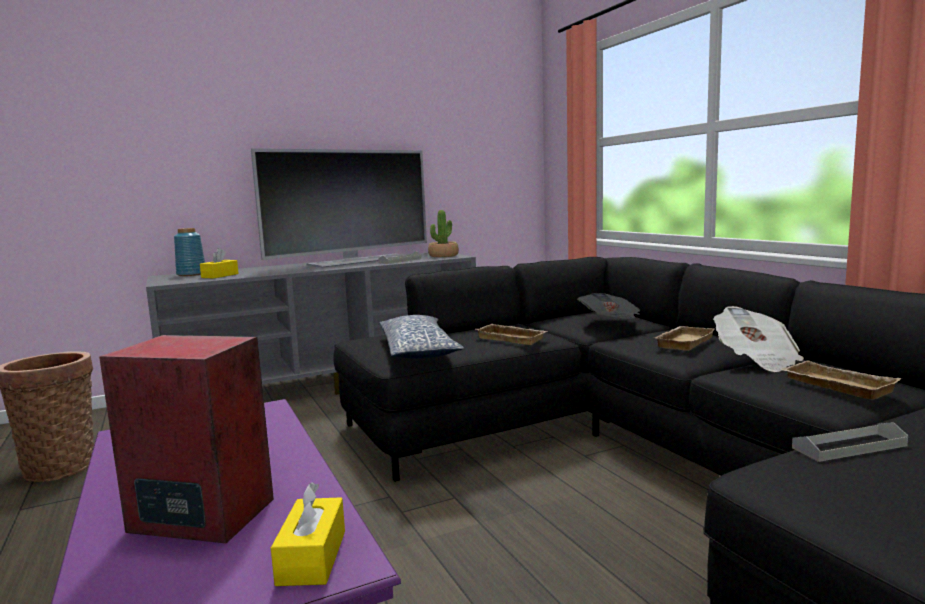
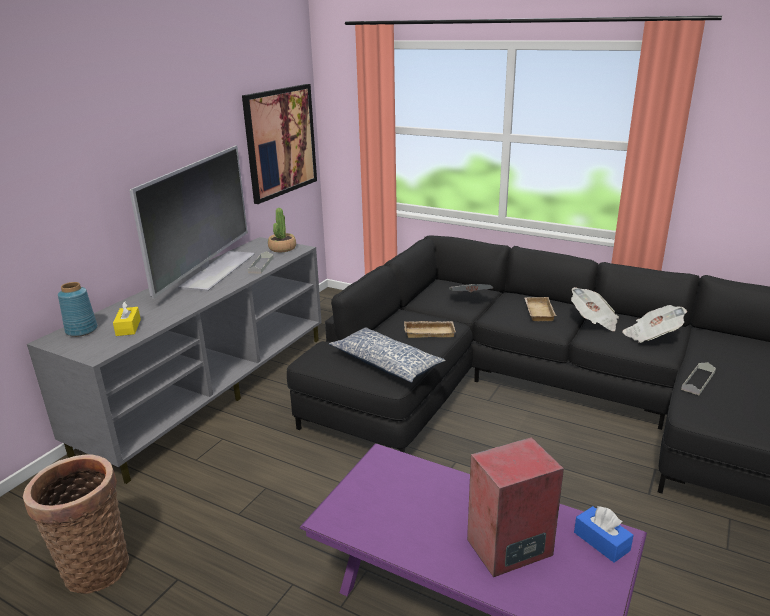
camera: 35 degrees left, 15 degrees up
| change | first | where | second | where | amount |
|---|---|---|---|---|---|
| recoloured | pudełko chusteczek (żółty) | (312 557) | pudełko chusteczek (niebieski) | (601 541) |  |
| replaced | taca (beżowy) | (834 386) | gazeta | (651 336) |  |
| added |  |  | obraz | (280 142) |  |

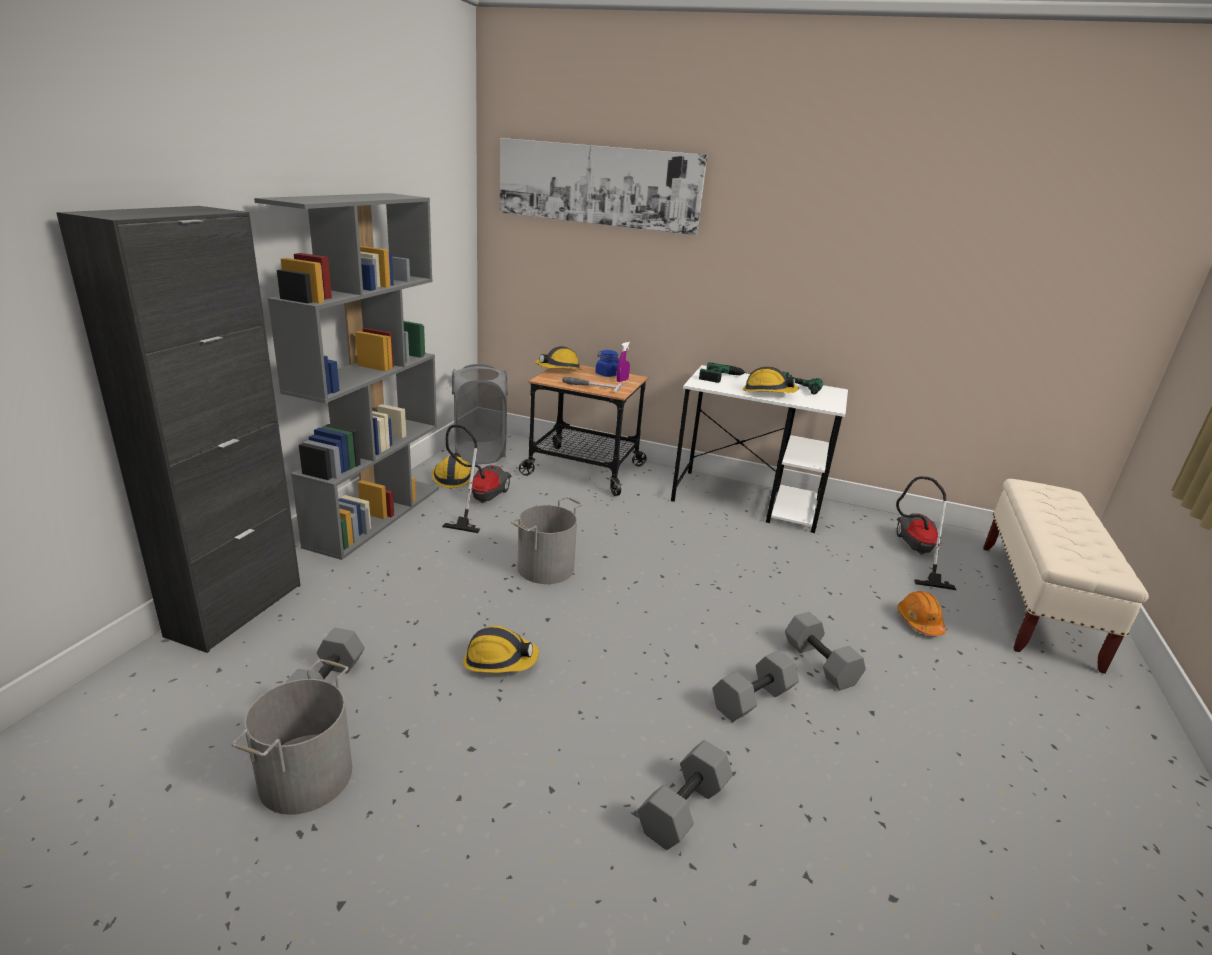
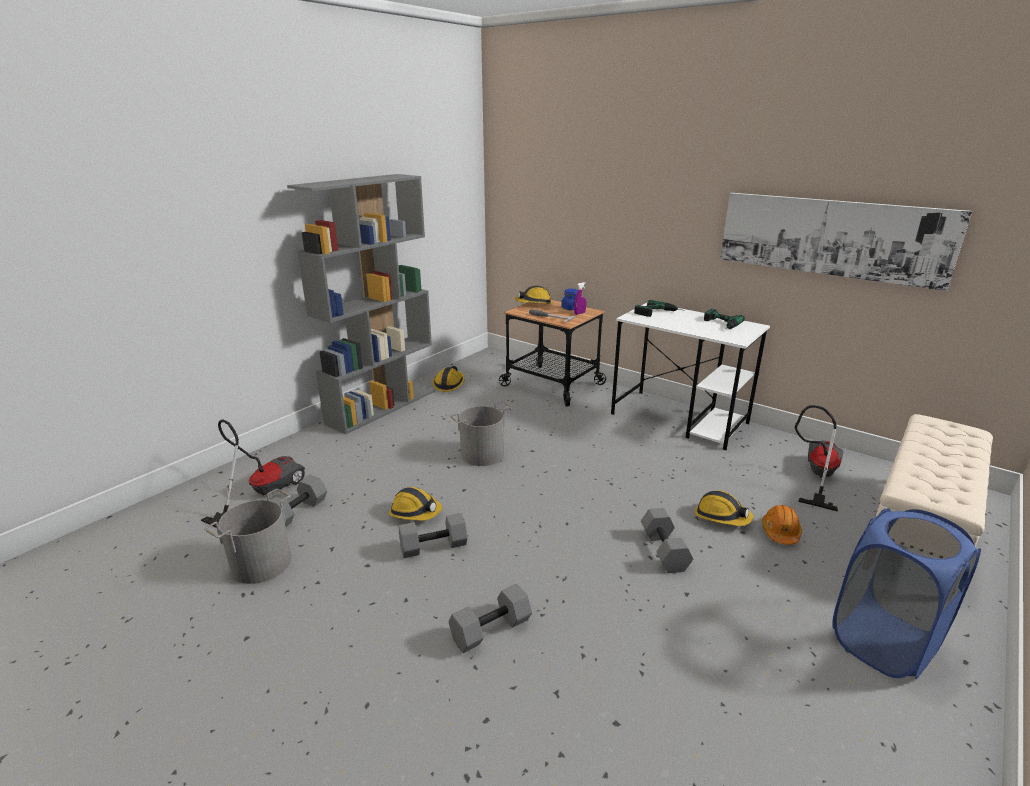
camera: 20 degrees right, 0 degrees up
| change | first | where | second | where | amount |
|---|---|---|---|---|---|
| removed | szafka (czarny) | (236 609) |  |  |  |
| moved | odkurzacz | (479 501) |  | (262 492) |  |
| removed | kosz na pranie (szary) | (480 453) |  |  |  |
| moved | obraz | (598 185) |  | (831 237) |  |
| moved | hantel (szary) | (752 698) |  | (434 546) |  |
| moved | kask | (768 392) |  | (721 517) |  |
| added |  |  | kosz na pranie (niebieski) | (884 642) |  |

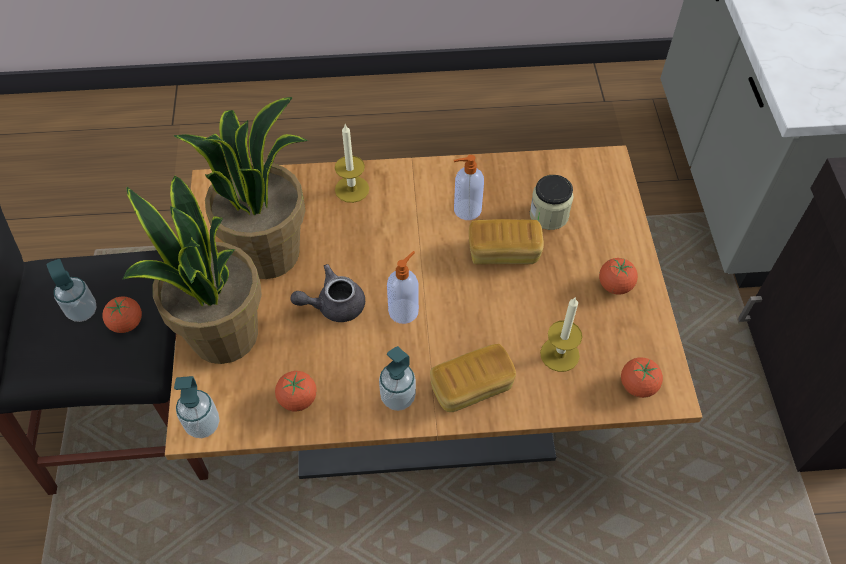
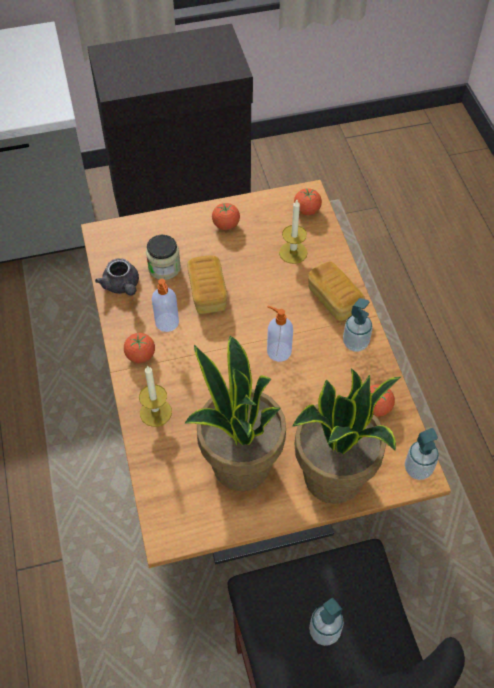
camera: 100 degrees left, 0 degrees up
| change | first | where | second | where | amount |
|---|---|---|---|---|---|
| moved | pomidor | (127 323) |  | (140 356) |  |
| moved | imbryk (szary) | (333 305) |  | (122 286) |  |

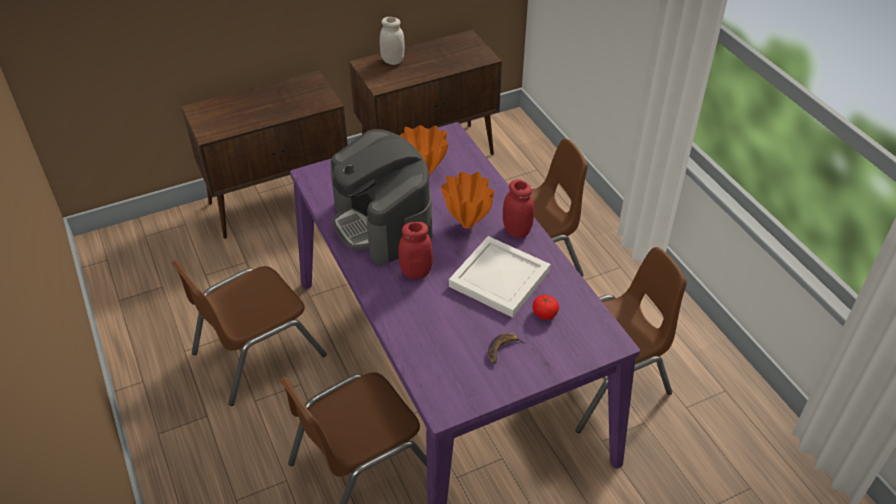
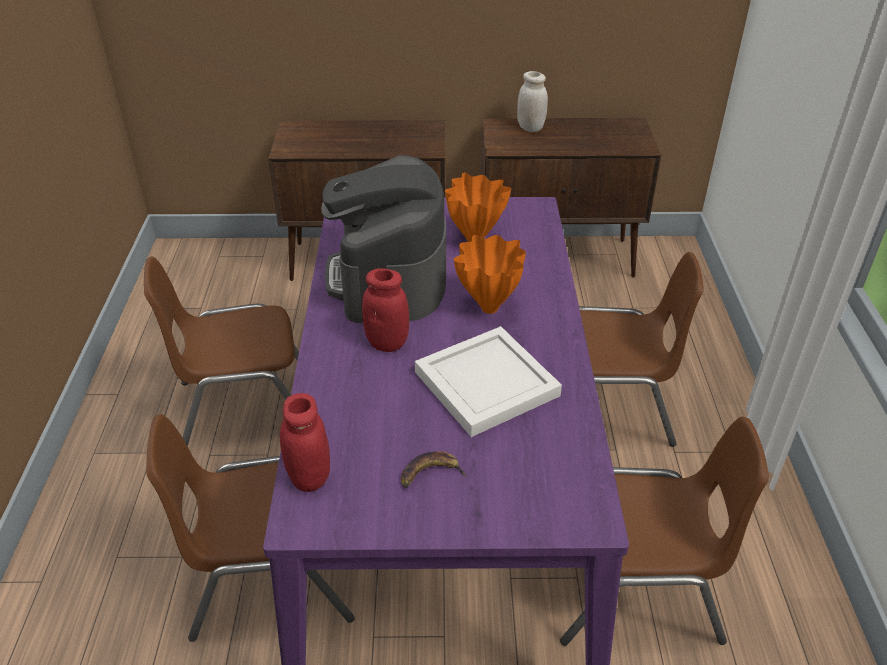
camera: 25 degrees right, 5 degrees down
| change | first | where | second | where | amount |
|---|---|---|---|---|---|
| moved | słoik (czerwony) | (516 231) |  | (309 477) |  |
| removed | pomidor | (544 314) |  |  |  |

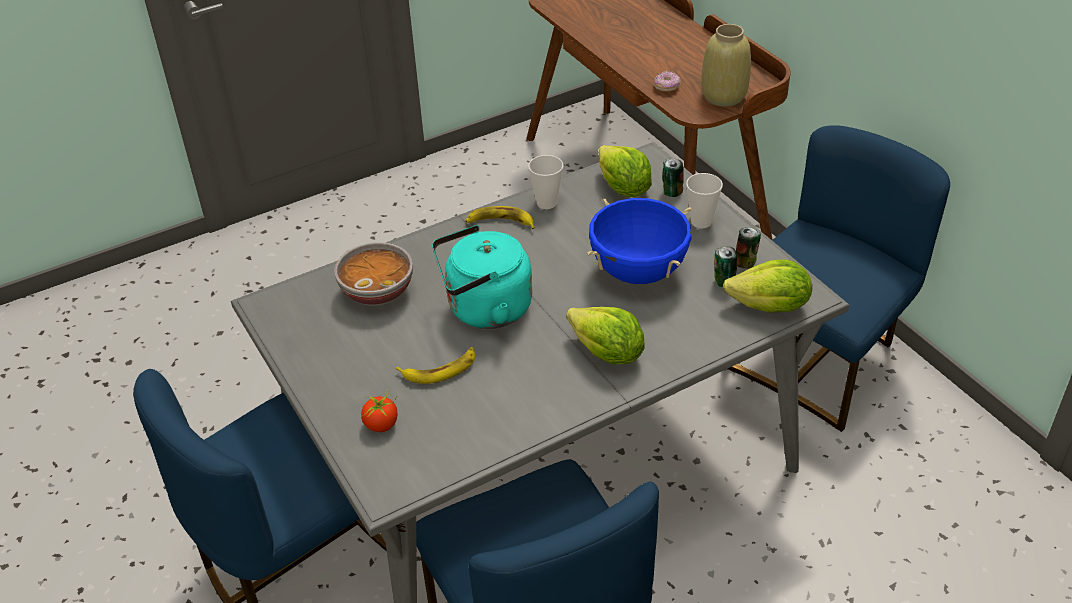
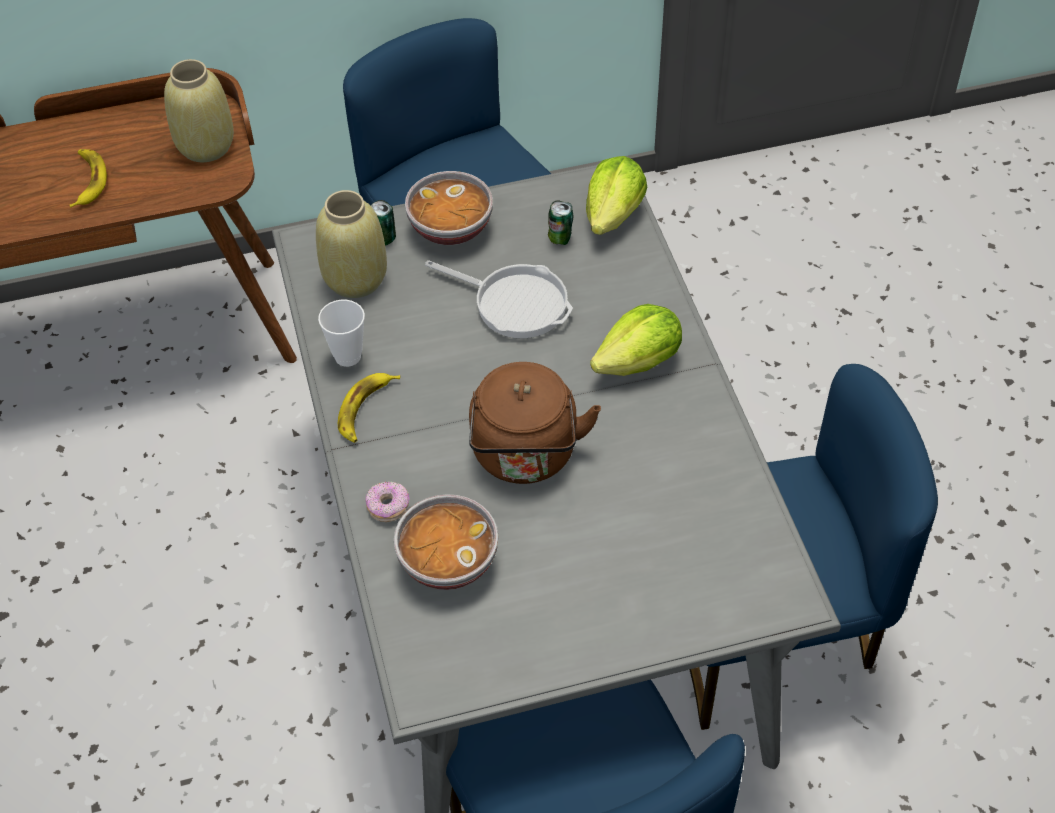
camera: 75 degrees left, 10 degrees up
| change | first | where | second | where | amount |
|---|---|---|---|---|---|
| removed | pomidor | (381 424) |  |  |  |
| moved | banan | (440 369) |  | (88 180) |  |
| recoloured | czajnik (turkusowy) | (484 310) | czajnik (brązowy) | (525 456) |  |
| replaced | garnek (niebieski) | (638 272) | patelnia | (515 303) |  |
| replaced | sałata | (623 189) | wazon (beżowy) | (356 279) |  |
| moved | donut | (667 87) |  | (388 507) |  |
| replaced | filiżanka | (701 222) | miska | (451 228) |  |
| removed | puszka | (745 263) |  |  |  |

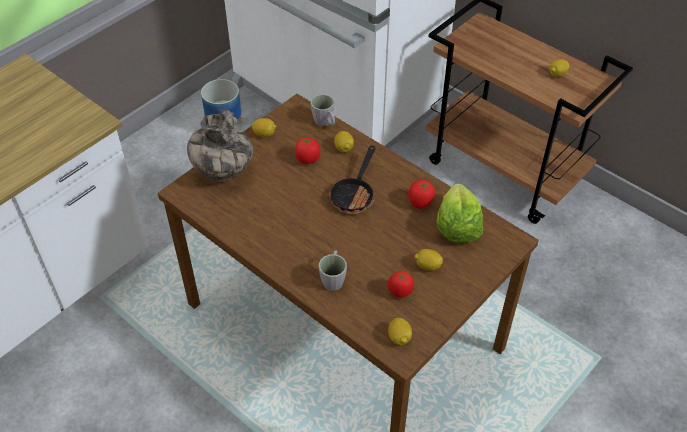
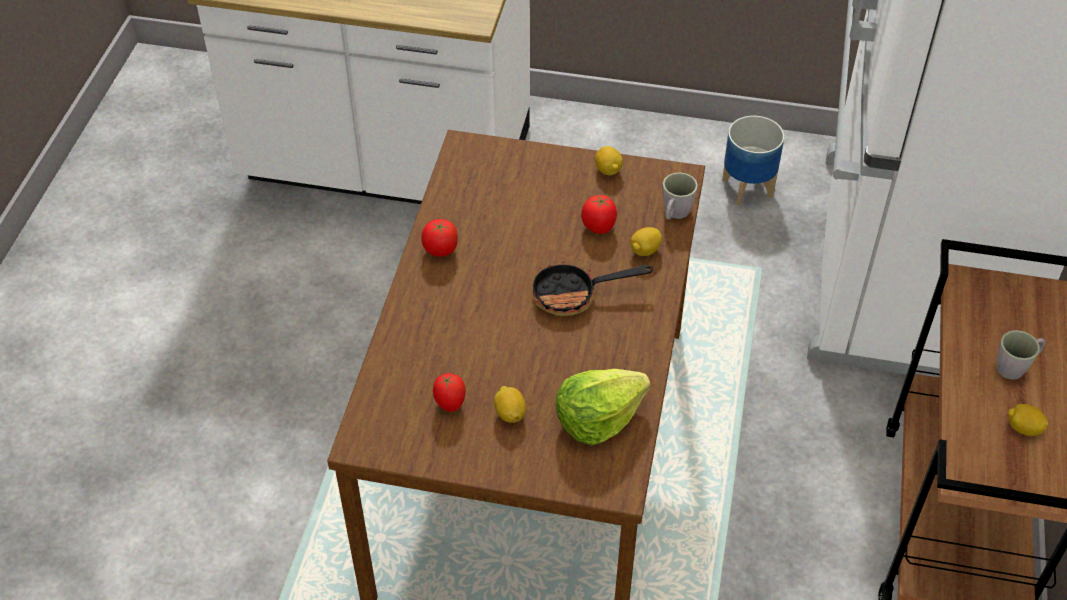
camera: 60 degrees right, 0 degrees up
| change | first | where | second | where | amount |
|---|---|---|---|---|---|
| removed | wazon | (222 172) |  |  |  |
| moved | kubek (szary) | (333 278) |  | (1016 366) |  |
| removed | cytryna | (399 338) |  |  |  |
| moved | pomidor | (420 203) |  | (440 250) |  |

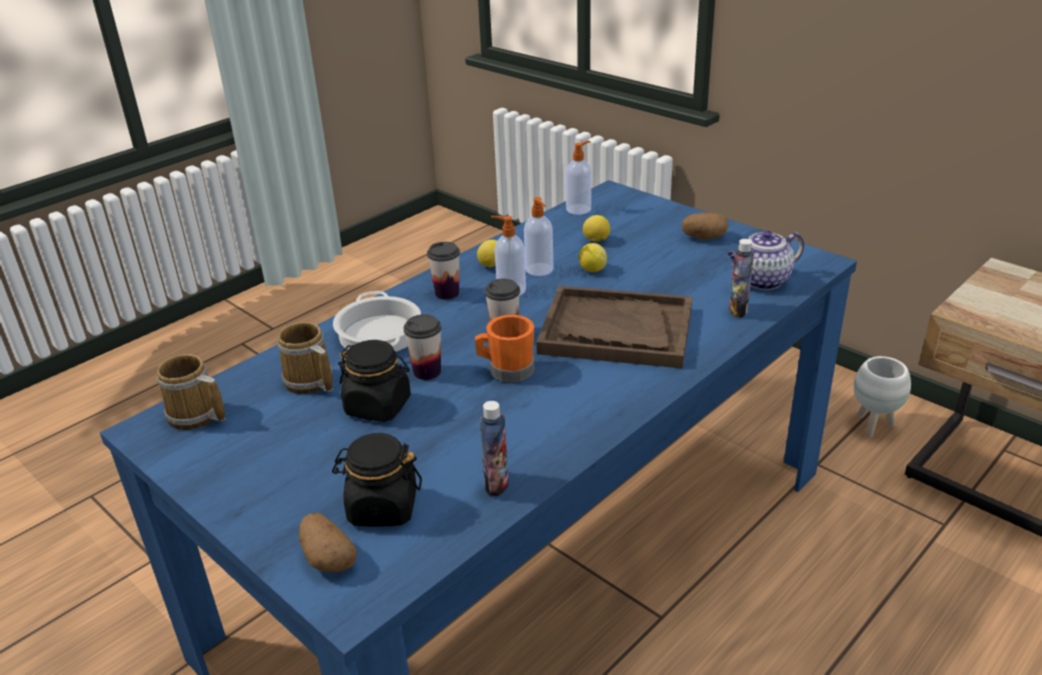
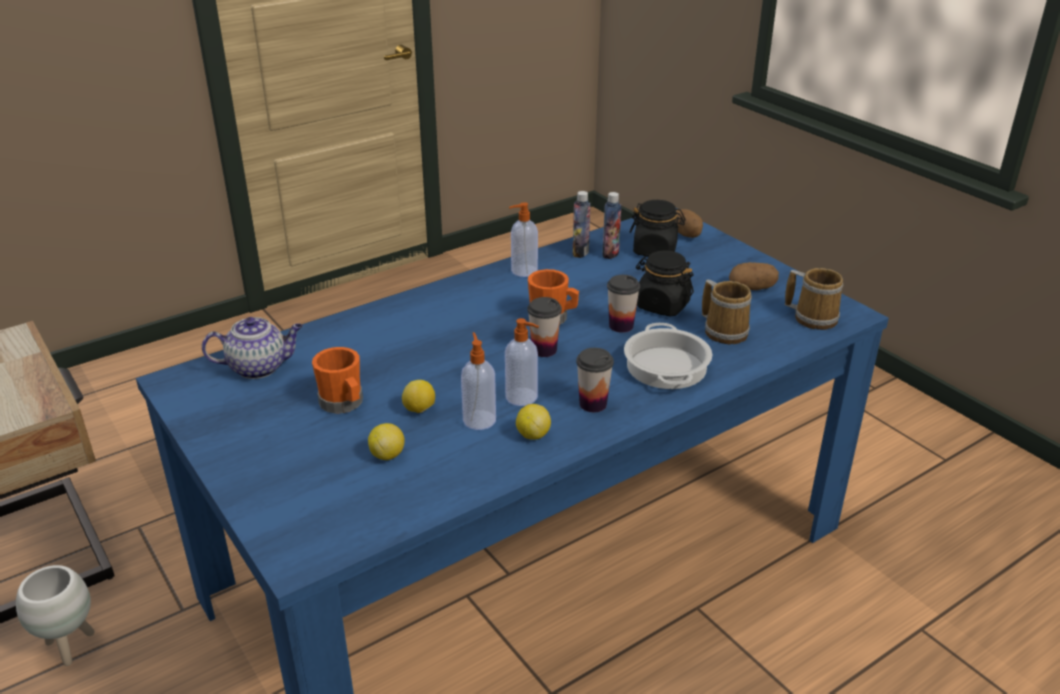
camera: 170 degrees left, 0 degrees up
| change | first | where | second | where | amount |
|---|---|---|---|---|---|
| removed | taca (brązowy) | (616 330) |  |  |  |
| moved | dozownik mydła | (579 209) |  | (523 271) |  |
| moved | ziemniak | (704 237) |  | (752 288) |  |
| moved | butelka | (738 310) |  | (610 253) |  |
| added |  |  | kubek (pomarańczowy) | (343 404) |  |

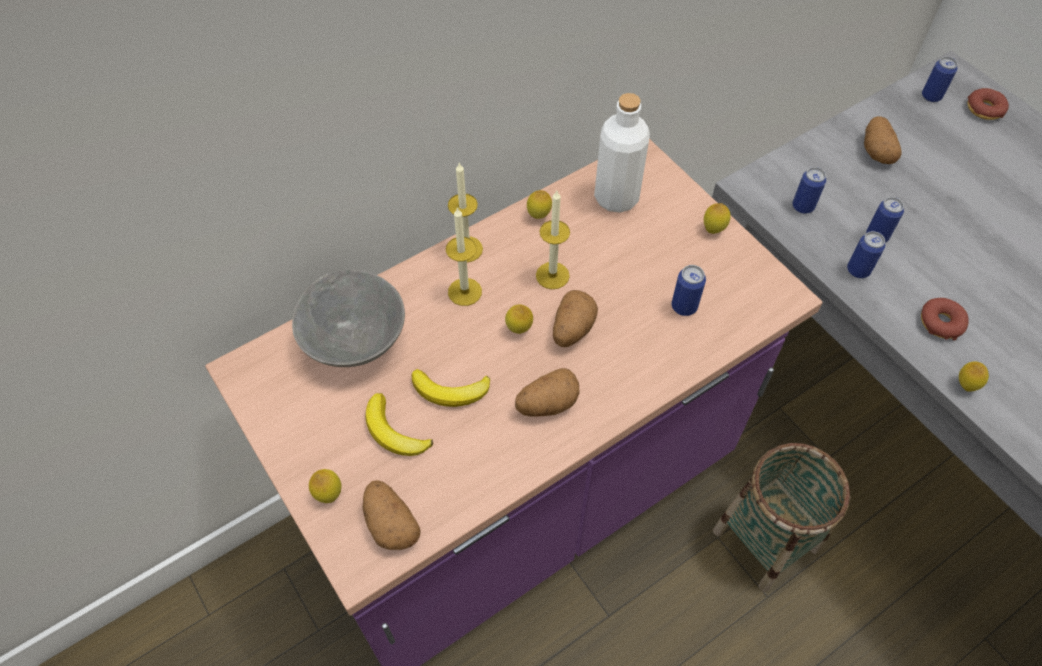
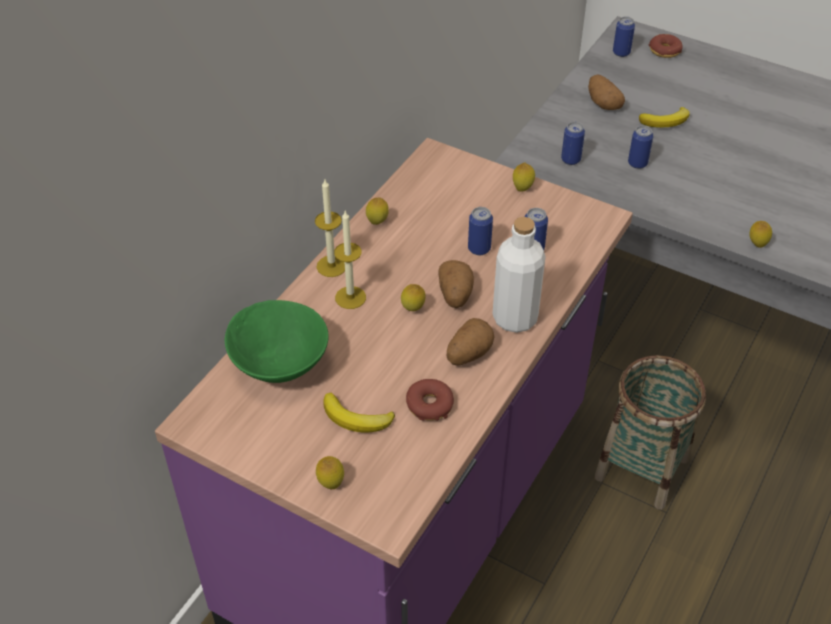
camera: 25 degrees left, 10 degrees down
| change | first | where | second | where | amount |
|---|---|---|---|---|---|
| recoloured | miska (szary) | (356 340) | miska (zielony) | (279 364) |  |
| removed | ziemniak | (391 523) |  |  |  |
| moved | banan | (451 391) |  | (666 121) |  |
| removed | świeca | (552 275) |  |  |  |
| moved | butelka (biały) | (616 197) |  | (515 318) |  |
| moved | puszka | (858 270) |  | (479 248) |  |
| moved | donut | (941 322) |  | (429 405) |  |

